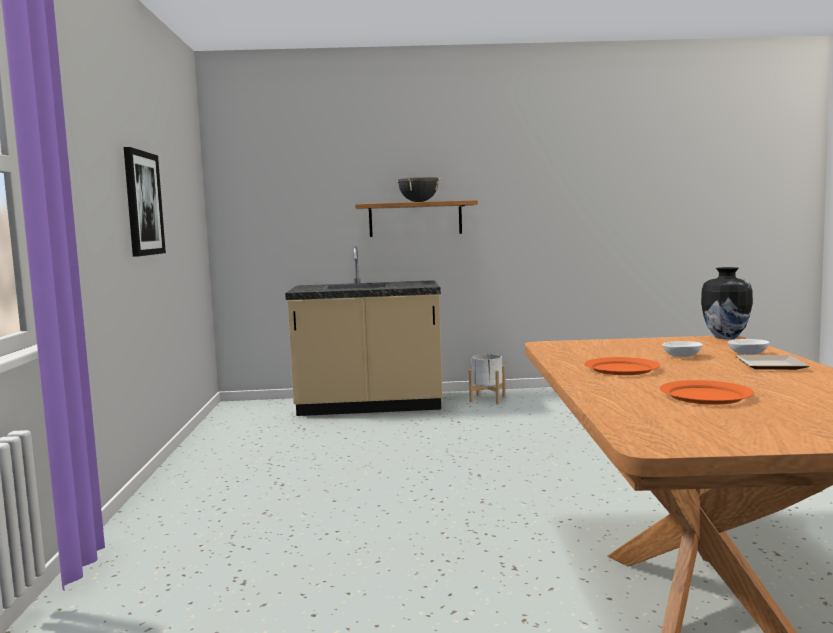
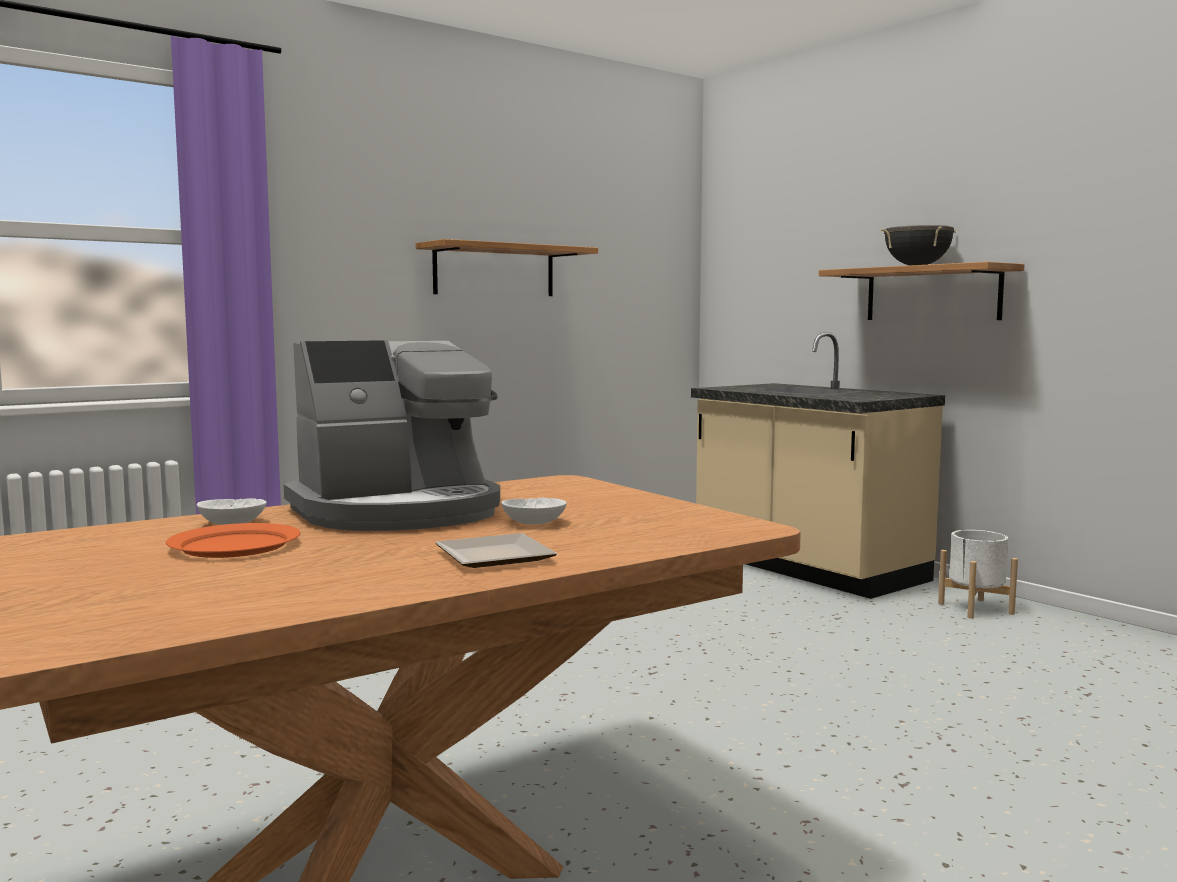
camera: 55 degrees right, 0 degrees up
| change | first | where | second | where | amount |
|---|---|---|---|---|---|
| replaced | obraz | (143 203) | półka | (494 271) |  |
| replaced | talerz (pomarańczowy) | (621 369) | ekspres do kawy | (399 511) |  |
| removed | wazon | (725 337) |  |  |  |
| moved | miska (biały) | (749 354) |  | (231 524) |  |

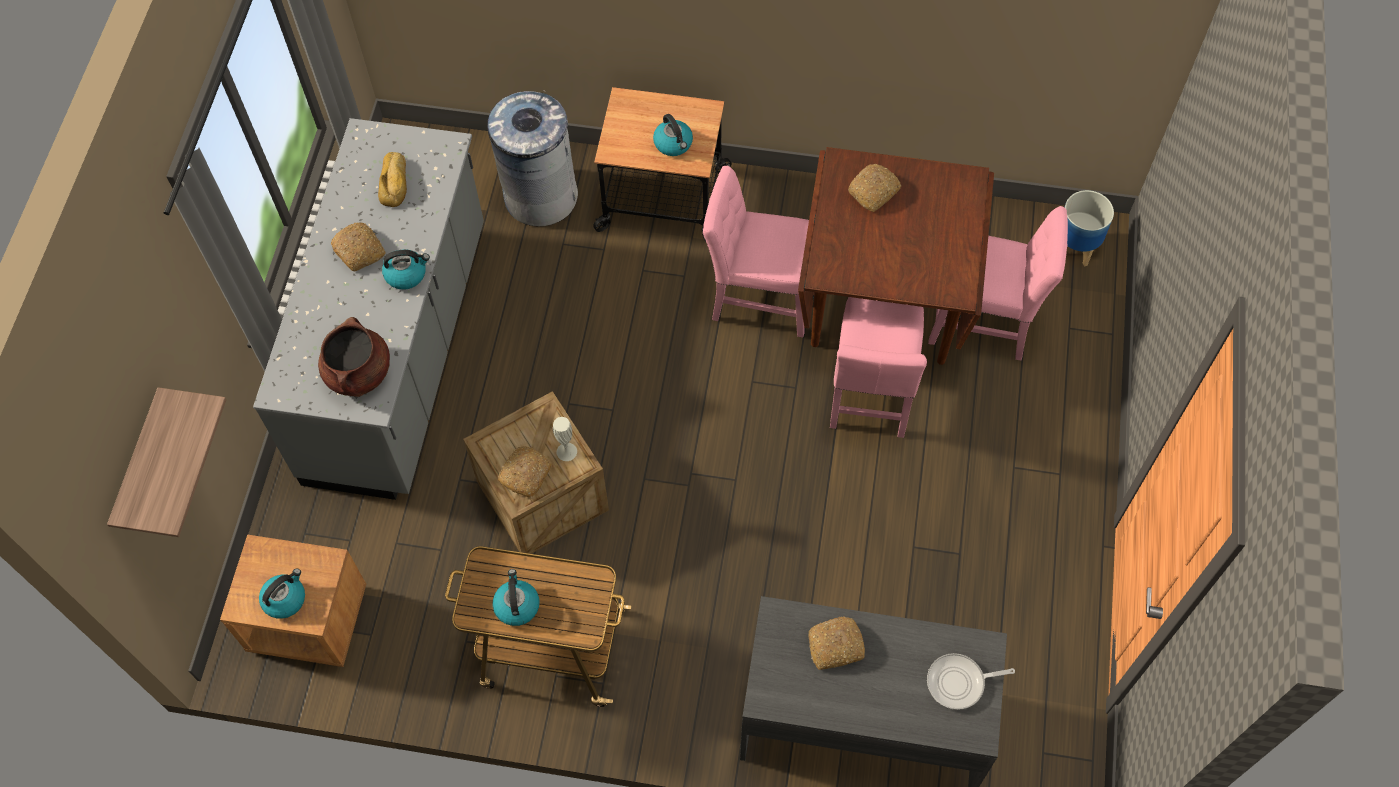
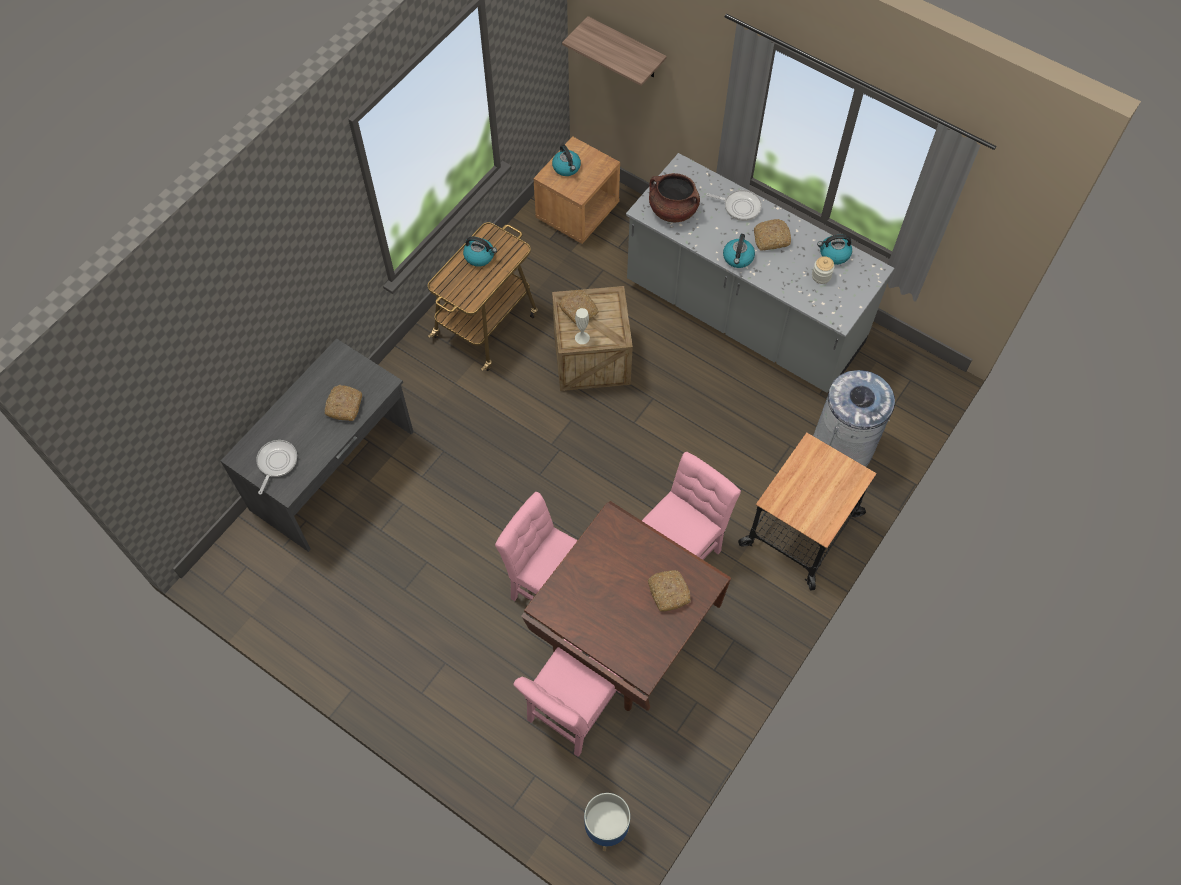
camera: 115 degrees right, 0 degrees up
| change | first | where | second | where | amount |
|---|---|---|---|---|---|
| replaced | chleb | (395 182) | słoik | (821 276) |  |
| moved | czajnik | (673 144) |  | (834 254) |  |
| added |  |  | patelnia | (740 206) |  |

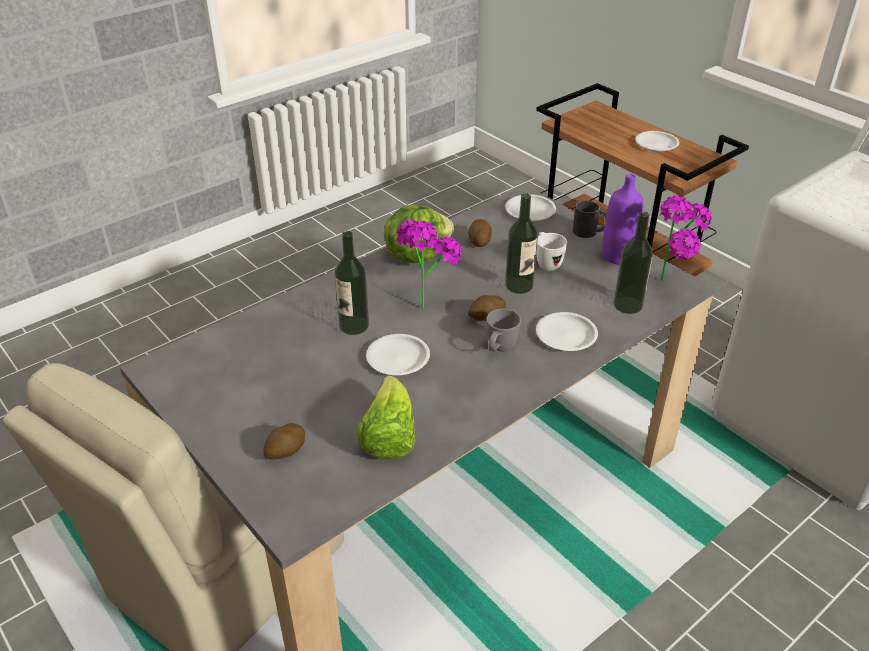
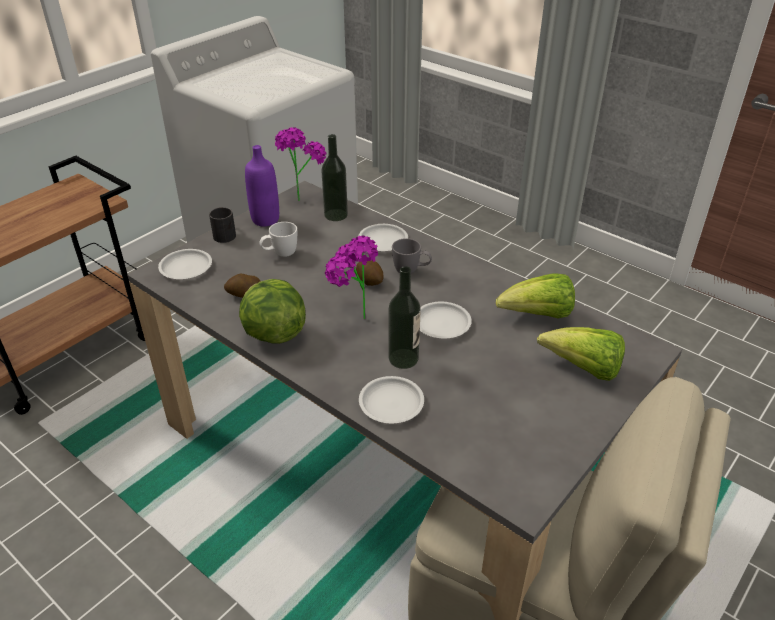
camera: 100 degrees left, 0 degrees up
| change | first | where | second | where | amount |
|---|---|---|---|---|---|
| replaced | ziemniak | (286 452) | sałata | (583 369) |  |
| removed | butelka | (519 285) |  |  |  |
| moved | talerz (biały) | (656 144) |  | (392 403) |  |

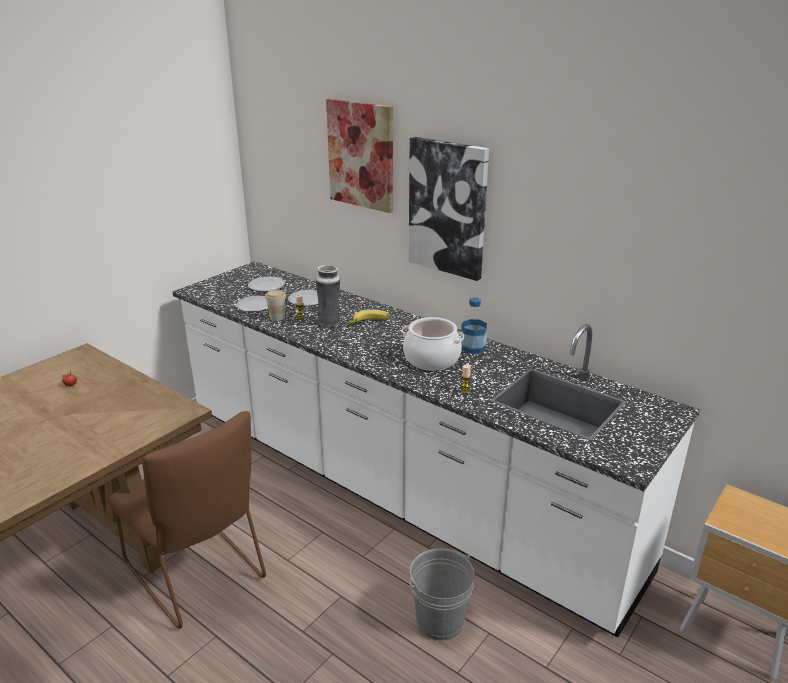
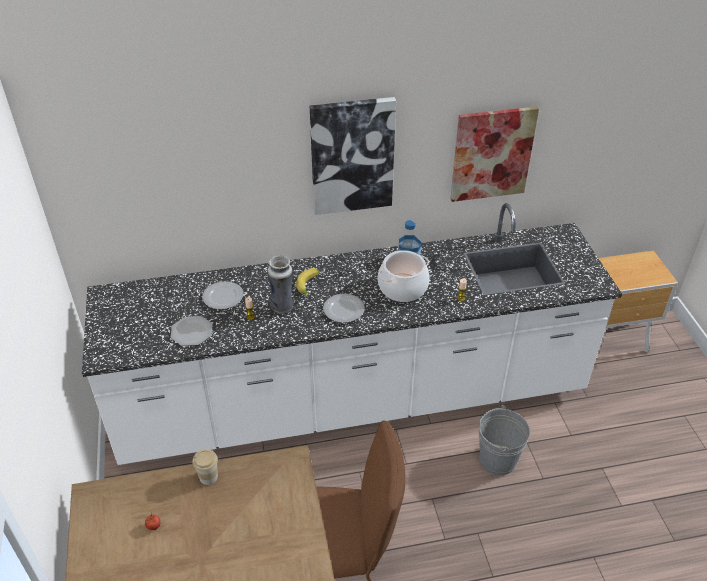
camera: 50 degrees left, 15 degrees up
| change | first | where | second | where | amount |
|---|---|---|---|---|---|
| moved | talerz | (266 286) |  | (344 310) |  |
| moved | filiżanka | (277 317) |  | (208 477) |  |
| moved | obraz | (361 155) |  | (492 154) |  |

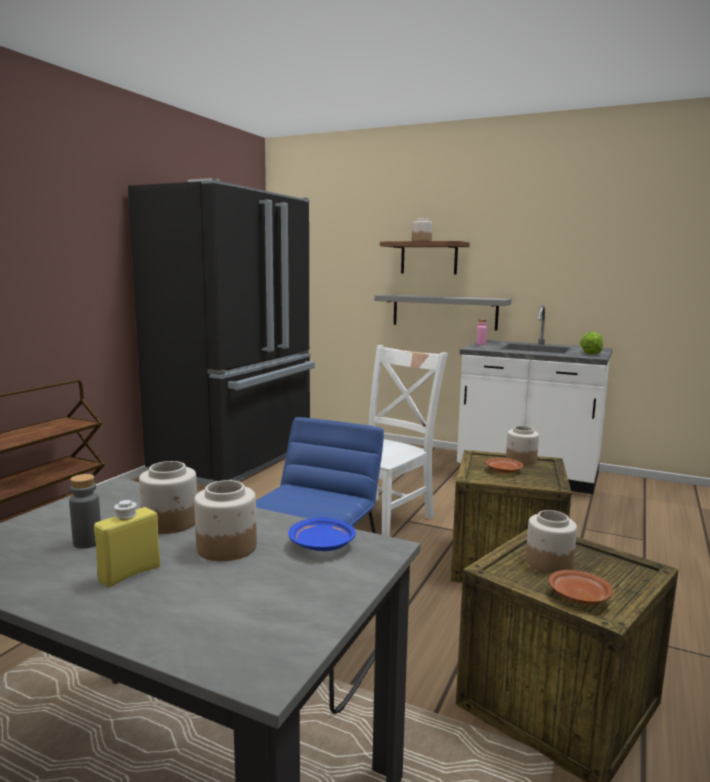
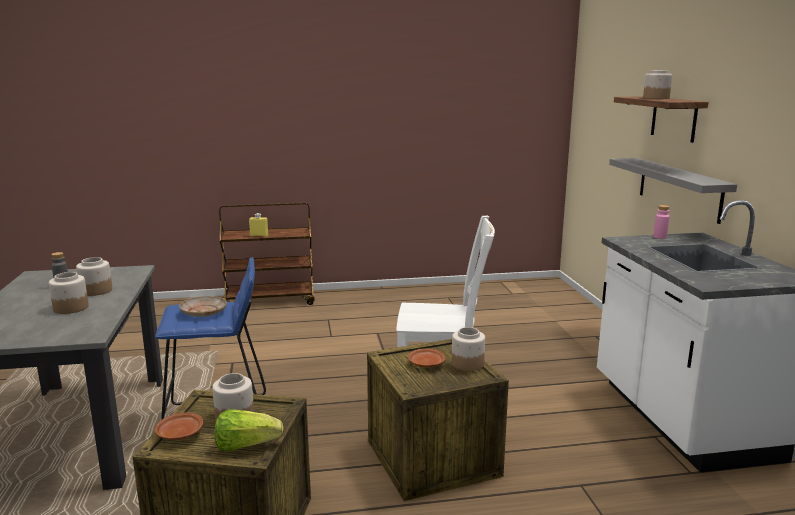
camera: 55 degrees right, 5 degrees up
| change | first | where | second | where | amount |
|---|---|---|---|---|---|
| moved | butelka (żółty) | (130 574) |  | (259 236) |  |
| removed | lodówka (czarny) | (238 460) |  |  |  |
| removed | talerz (niebieski) | (322 545) |  |  |  |
| moved | sałata | (591 353) |  | (245 445) |  |
| added |  |  | talerz (beżowy) | (203 312) |  |

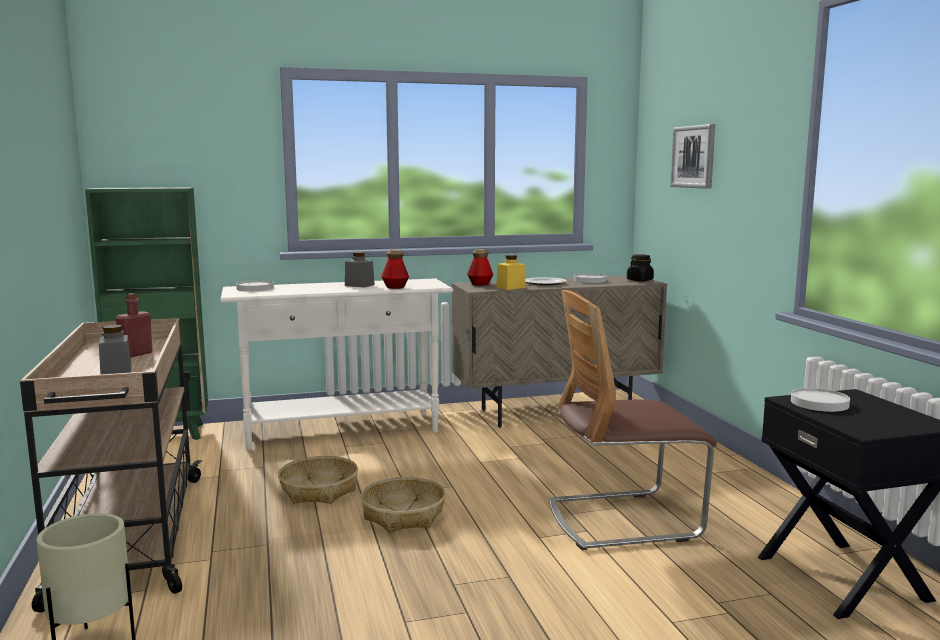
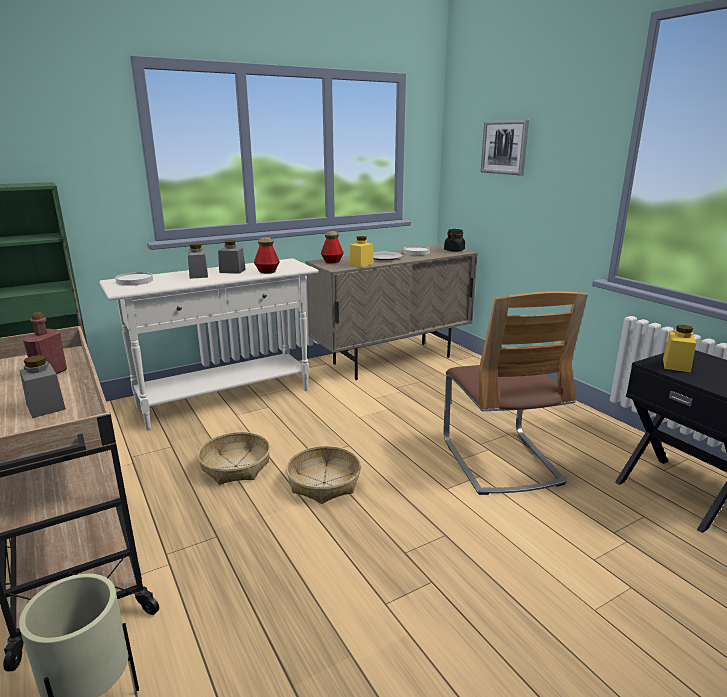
camera: 15 degrees left, 10 degrees up
| change | first | where | second | where | amount |
|---|---|---|---|---|---|
| turned | krzesło | (623 520) |  | (500 460) | 75 degrees counterclockwise |
| replaced | talerz (biały) | (819 403) | słoik (żółty) | (676 365) |  |
| added |  |  | słoik (szary) | (198 275) |  |

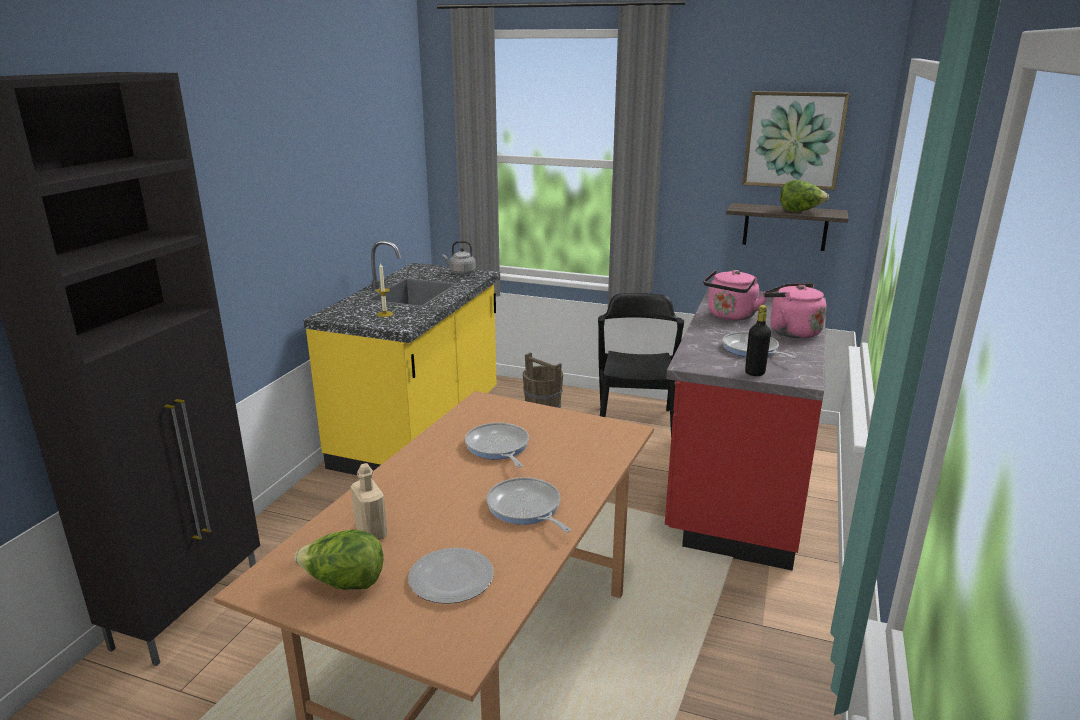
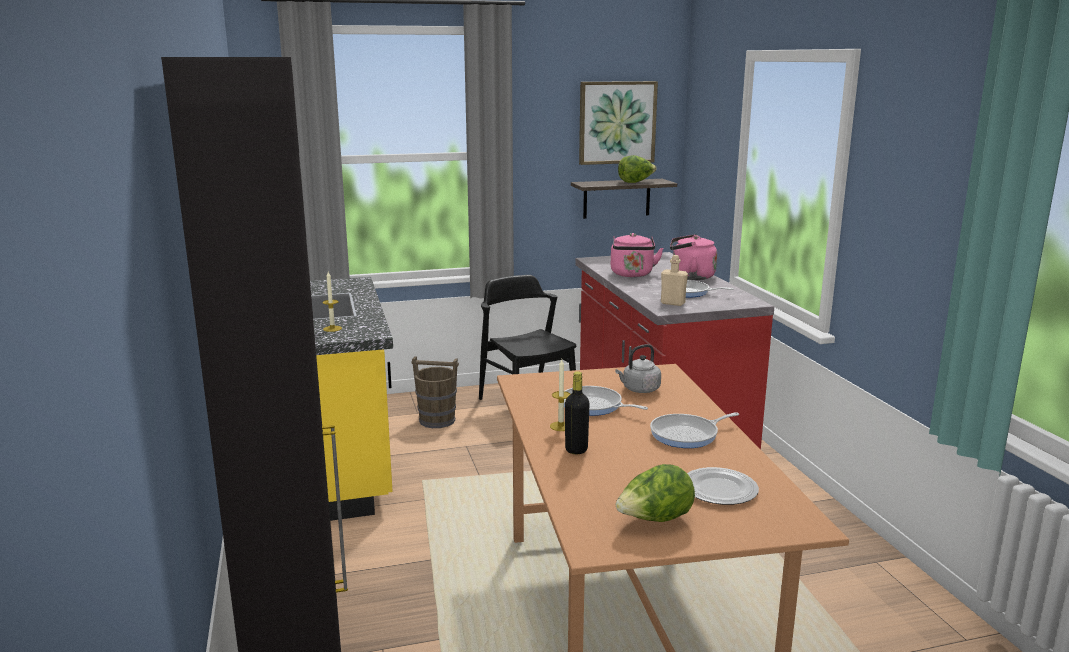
camera: 35 degrees left, 5 degrees down
| change | first | where | second | where | amount |
|---|---|---|---|---|---|
| moved | butelka (beżowy) | (371 532) |  | (672 303) |  |
| moved | czajnik (szary) | (461 273) |  | (639 390) |  |
| turned | patelnia | (526 508) |  | (687 435) | 45 degrees counterclockwise |
| moved | butelka (czarny) | (755 373) |  | (576 449) |  |
| added |  |  | świeca | (560 426) |  |

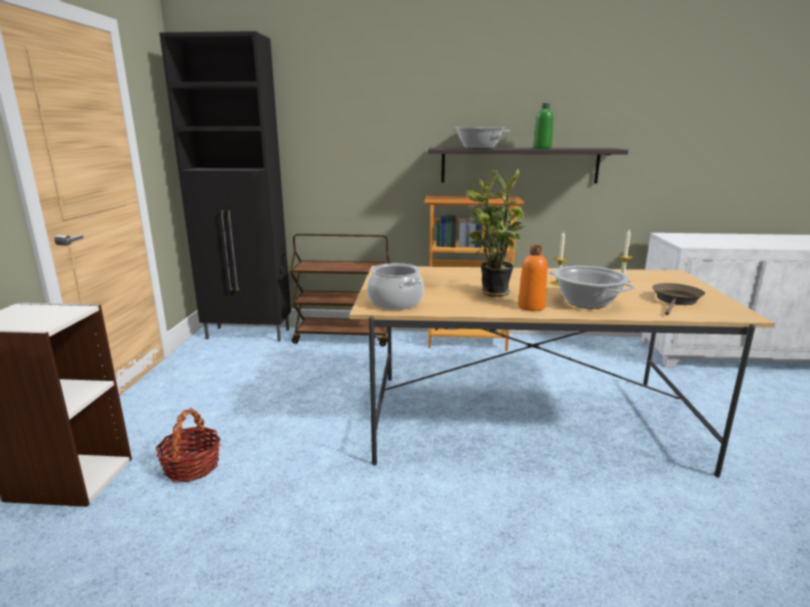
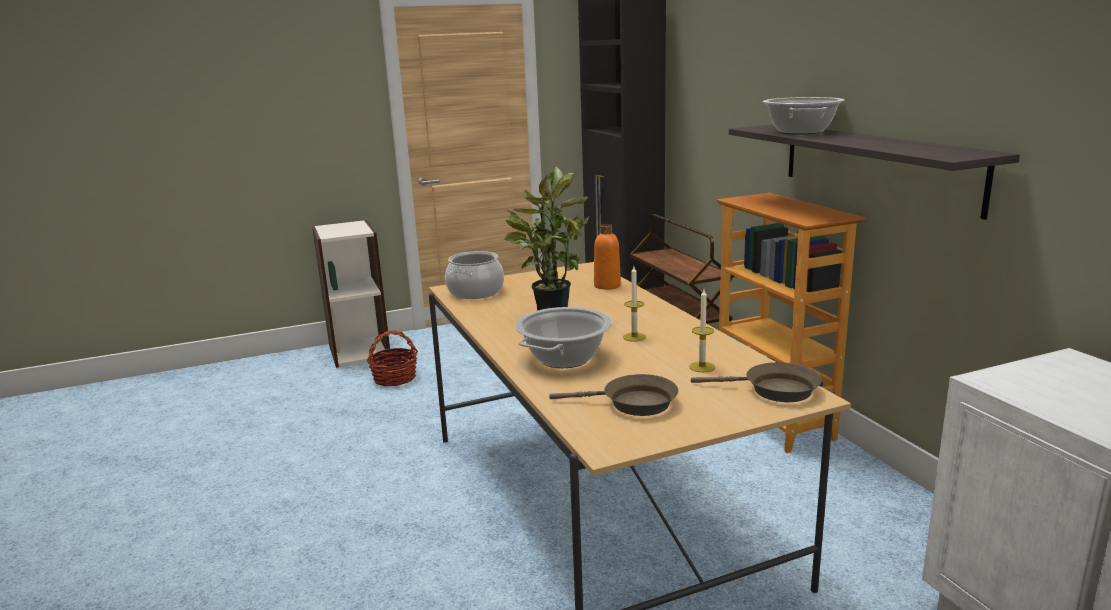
camera: 65 degrees right, 0 degrees up
| change | first | where | second | where | amount |
|---|---|---|---|---|---|
| moved | butelka (pomarańczowy) | (531 307) |  | (607 286) |  |
| removed | butelka (zielony) | (542 148) |  |  |  |
| added |  |  | patelnia (brązowy) | (774 390) |  |

